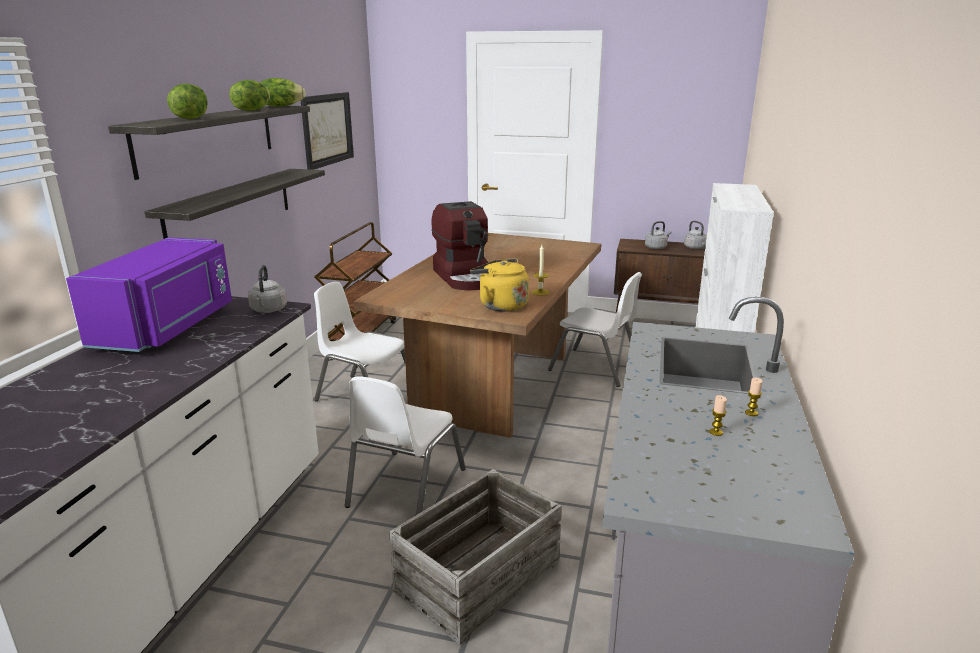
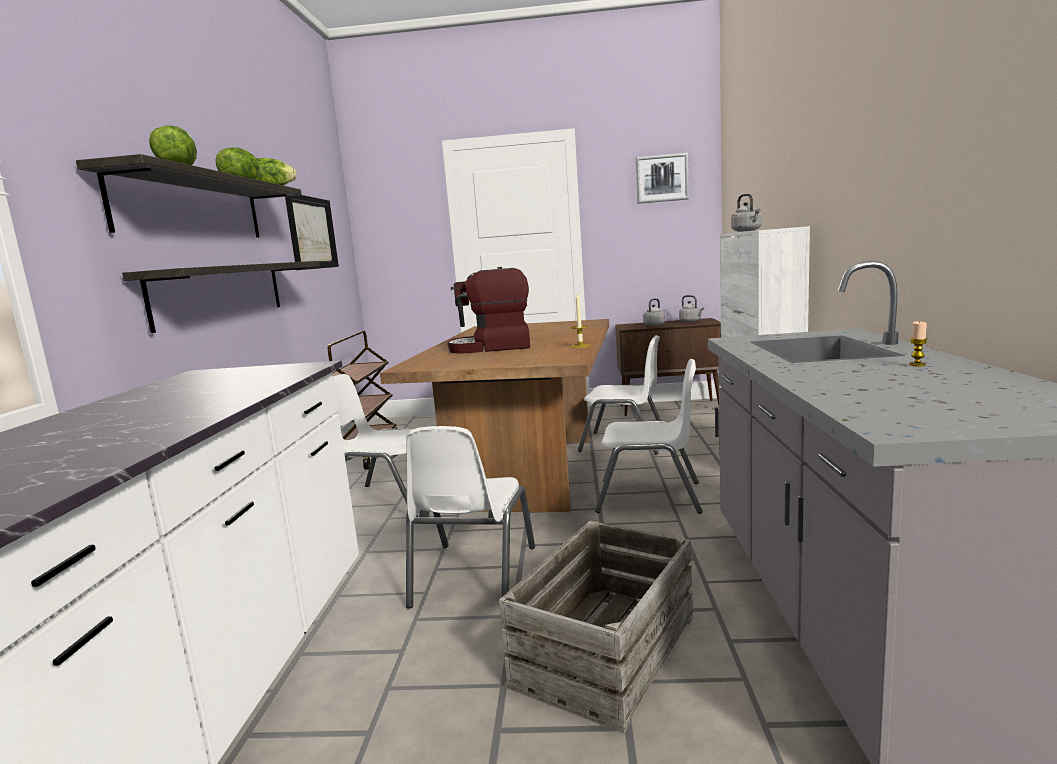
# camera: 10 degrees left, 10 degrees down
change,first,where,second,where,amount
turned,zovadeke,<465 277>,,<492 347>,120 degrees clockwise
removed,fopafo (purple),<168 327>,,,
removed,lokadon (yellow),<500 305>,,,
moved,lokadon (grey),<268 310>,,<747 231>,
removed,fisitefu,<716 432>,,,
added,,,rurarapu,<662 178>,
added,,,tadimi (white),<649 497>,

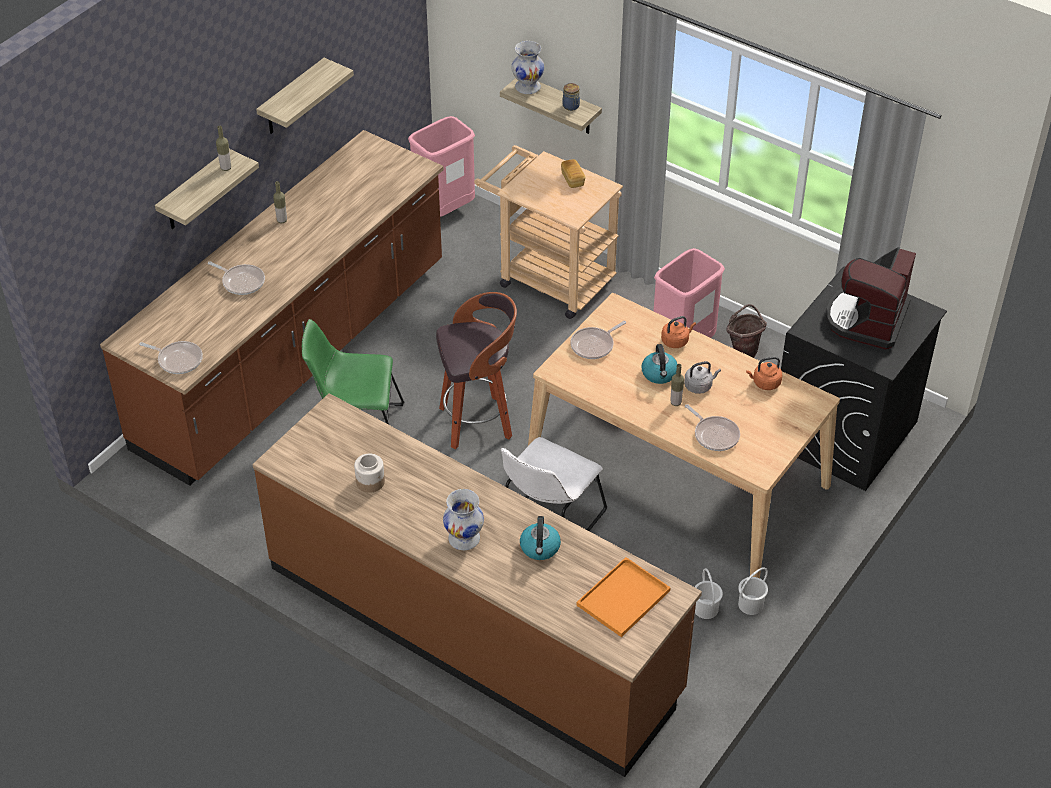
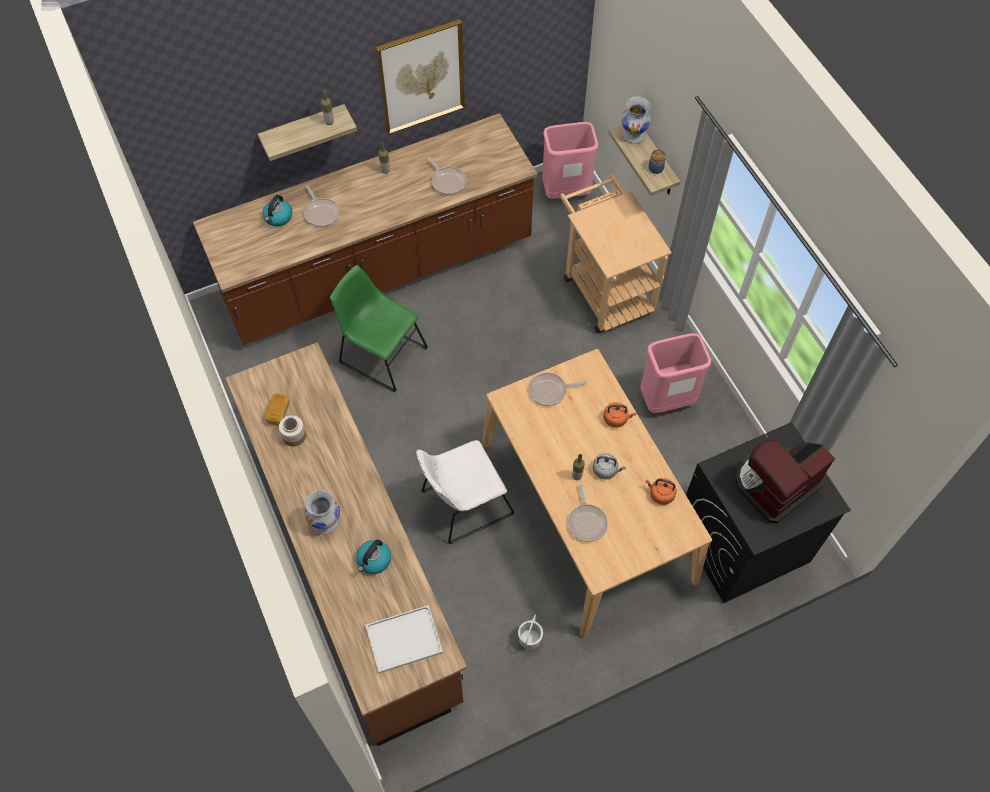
# camera: 30 degrees right, 15 degrees up
change,first,where,second,where,amount
replaced,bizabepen,<292 98>,rurarapu,<421 77>,
moved,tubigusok,<572 179>,,<278 413>,
removed,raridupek,<478 422>,,,
removed,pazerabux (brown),<744 351>,,,
moved,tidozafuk,<178 360>,,<447 181>,
moved,lokadon,<659 374>,,<278 217>,
recoloured,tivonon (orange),<623 599>,tivonon (white),<403 640>,
removed,pazerabux (white),<751 605>,,,

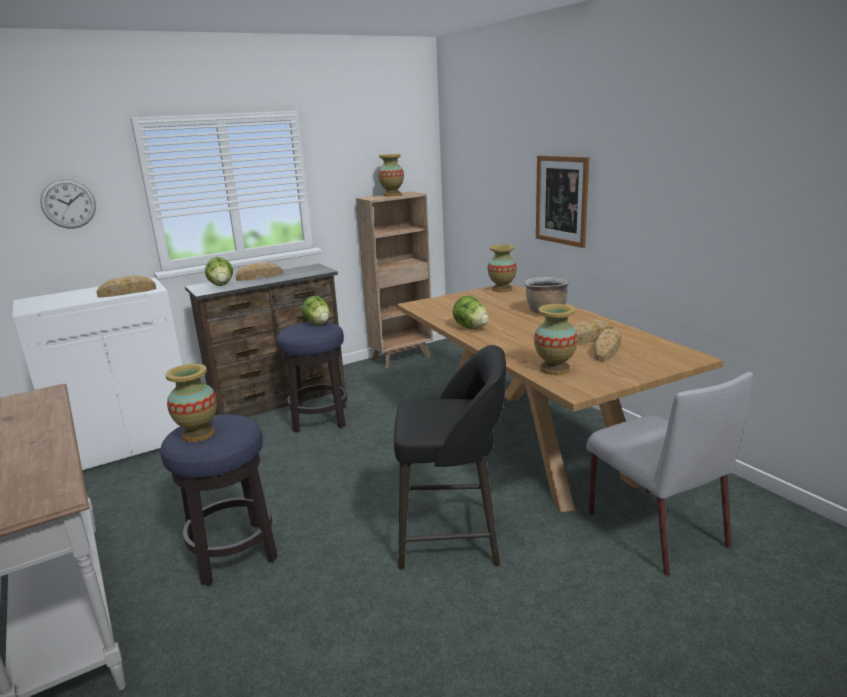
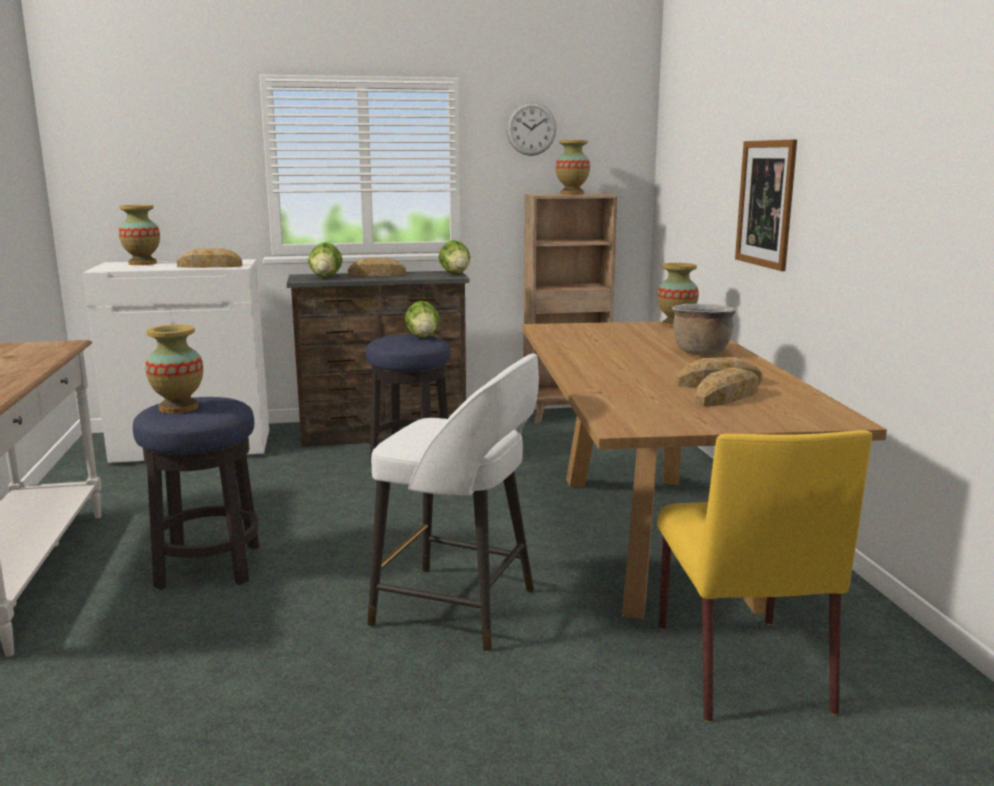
# camera: 20 degrees right, 5 degrees down
change,first,where,second,where,amount
moved,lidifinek,<68 203>,,<531 129>,
moved,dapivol,<471 327>,,<455 274>,
moved,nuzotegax,<554 369>,,<142 263>,
recoloured,raridupek (black),<452 536>,raridupek (white),<459 608>,
recoloured,tadimi (grey),<654 528>,tadimi (yellow),<739 665>,

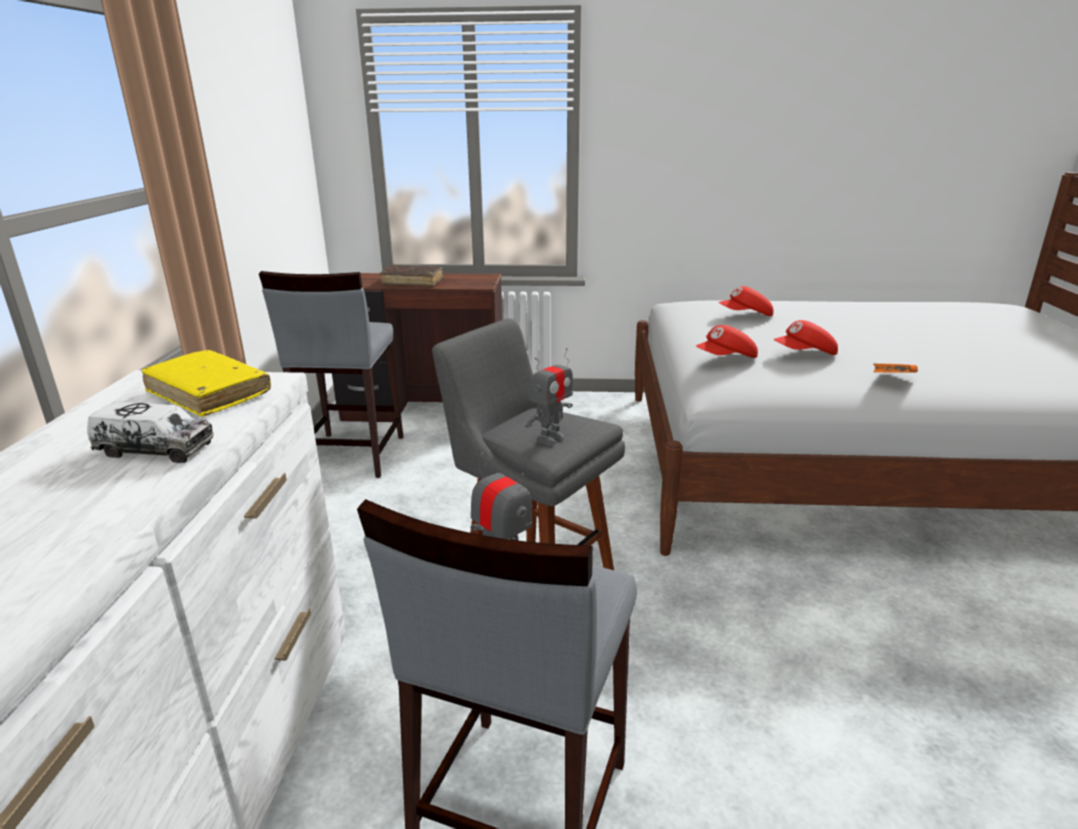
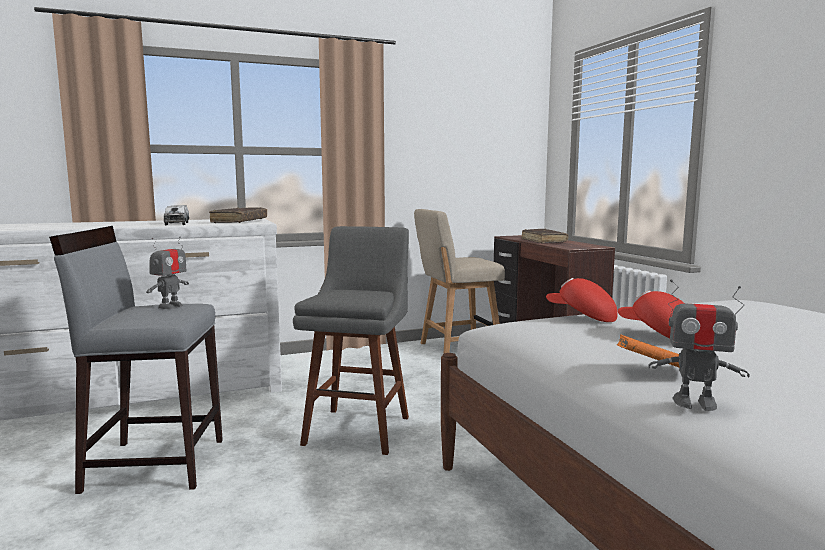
# camera: 65 degrees right, 15 degrees down
change,first,where,second,where,amount
replaced,raridupek (grey),<350 455>,tadimi (beige),<456 349>,
removed,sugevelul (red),<746 316>,,,
moved,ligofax,<550 438>,,<695 403>,
recoloured,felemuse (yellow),<209 393>,felemuse (brown),<239 221>,

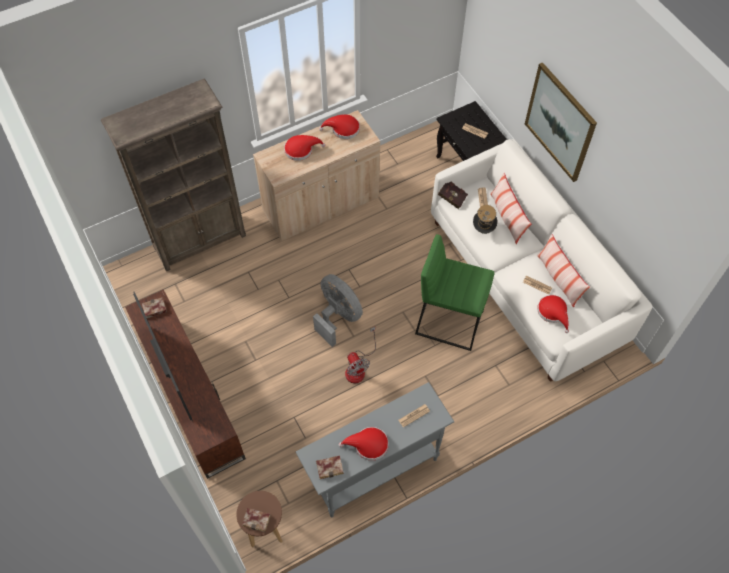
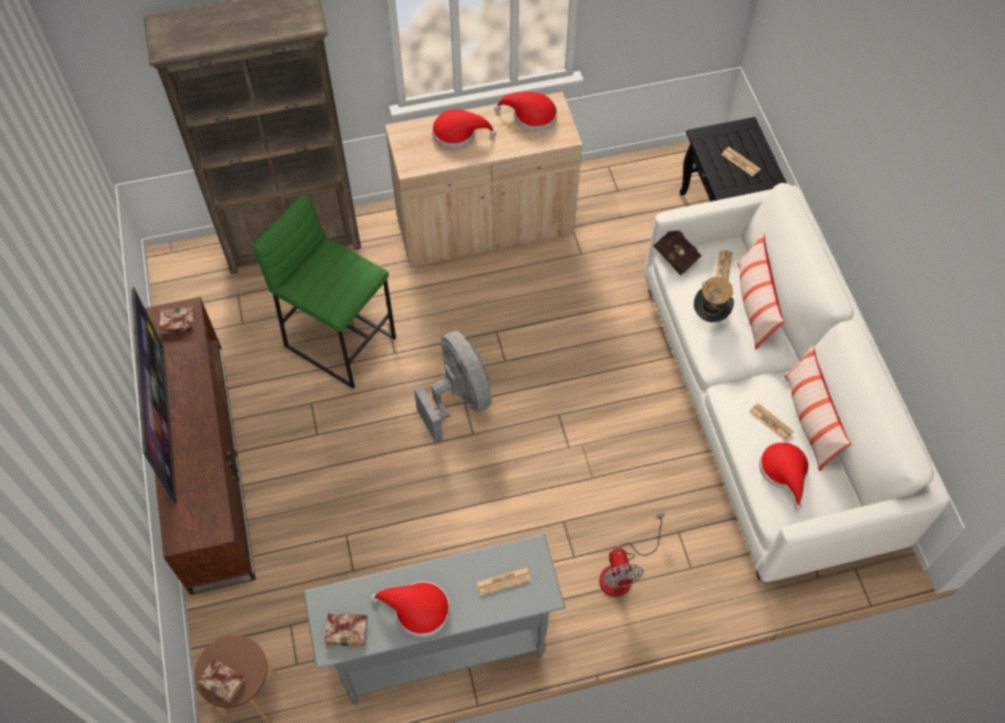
# camera: 15 degrees right, 0 degrees up
change,first,where,second,where,amount
removed,rurarapu,<560 122>,,,
moved,raridupek (green),<449 322>,,<341 341>,
moved,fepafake,<358 368>,,<622 572>,

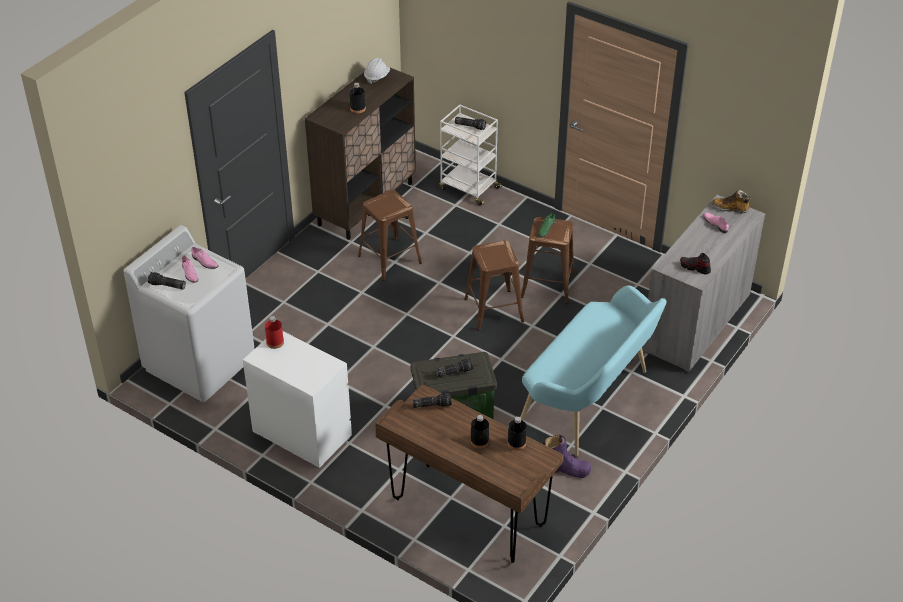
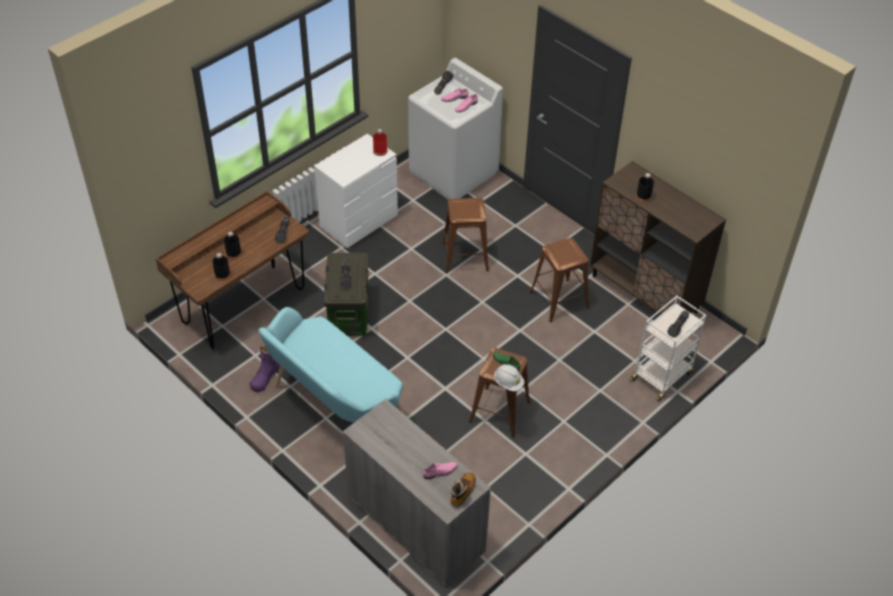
# camera: 100 degrees right, 5 degrees up
change,first,where,second,where,amount
moved,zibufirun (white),<376 77>,,<508 383>,
moved,raridupek (brown),<493 310>,,<465 256>,
removed,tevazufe,<695 268>,,,

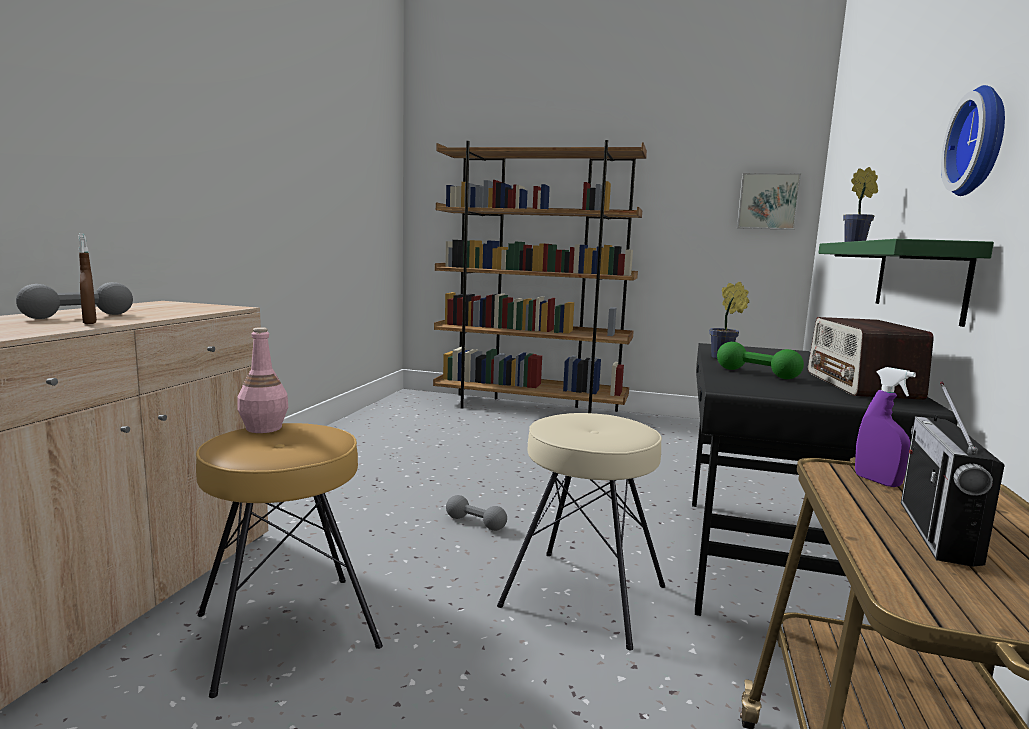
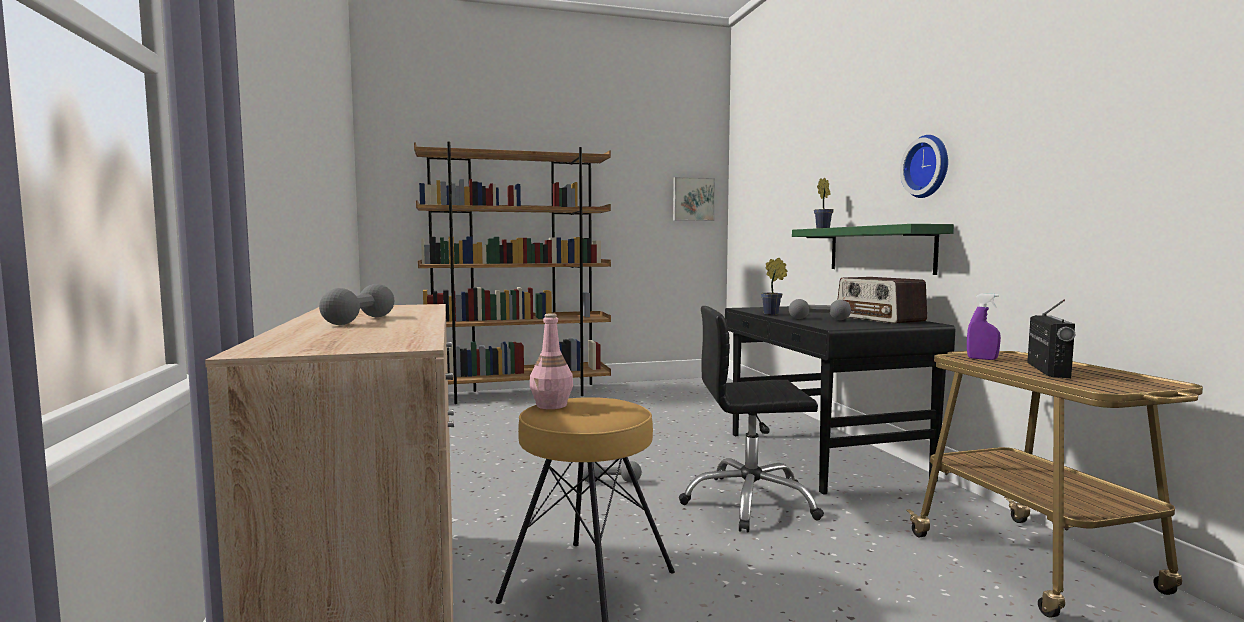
# camera: 30 degrees left, 5 degrees down
change,first,where,second,where,amount
removed,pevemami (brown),<90 323>,,,
recoloured,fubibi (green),<757 374>,fubibi (grey),<819 319>,
turned,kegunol,<937 532>,,<1048 370>,150 degrees counterclockwise
replaced,raridupek (beige),<584 595>,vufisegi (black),<750 503>,

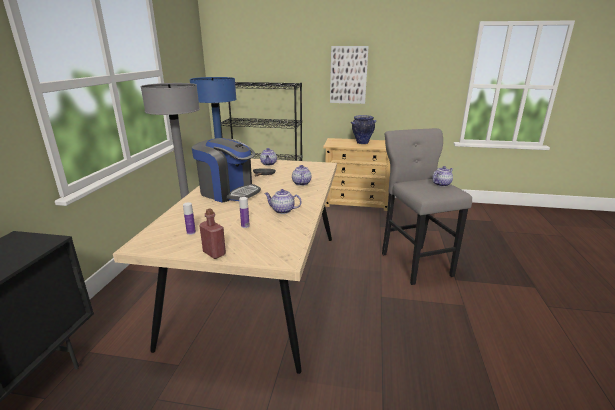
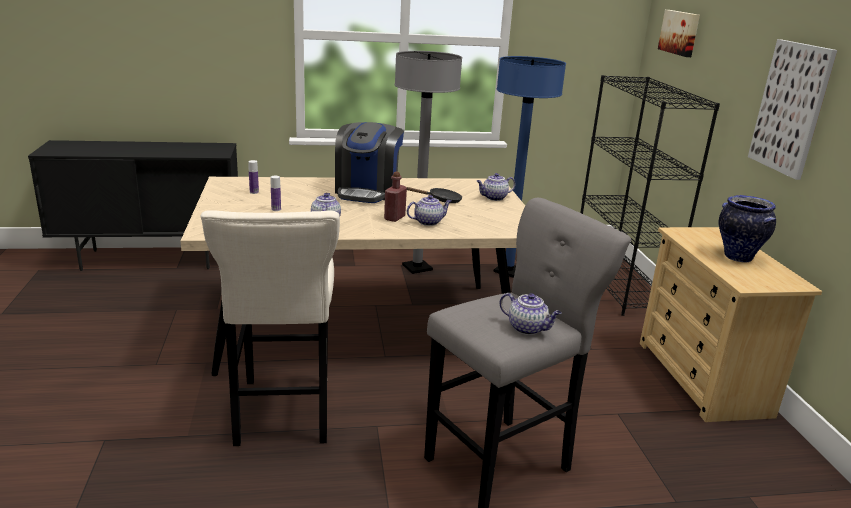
# camera: 70 degrees right, 0 degrees up
change,first,where,second,where,amount
moved,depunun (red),<214 253>,,<394 218>,
added,,,rurarapu,<680 32>,
added,,,raridupek (beige),<283 415>,

